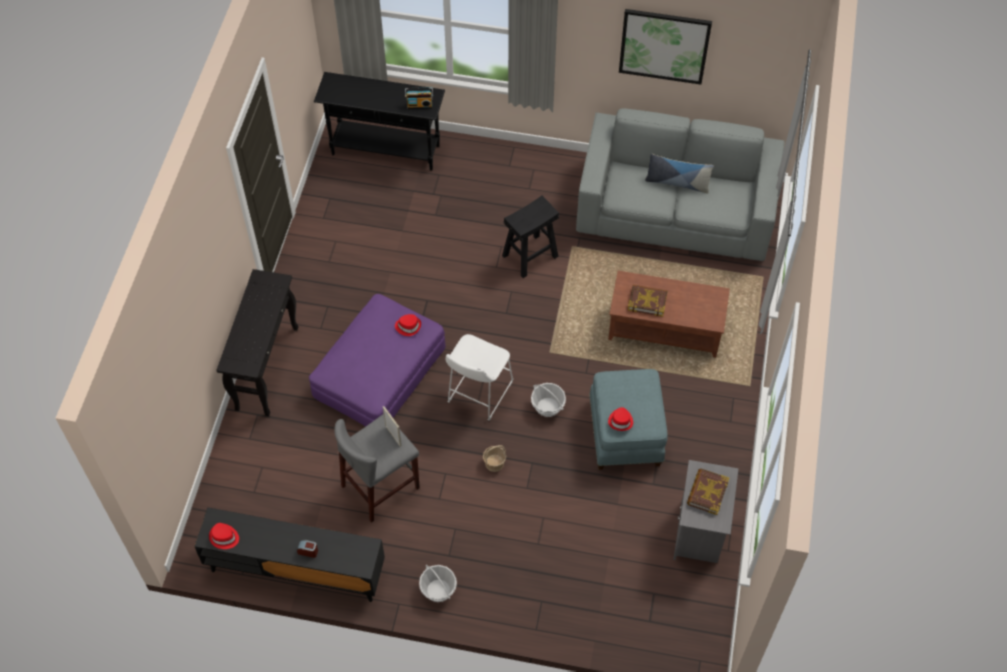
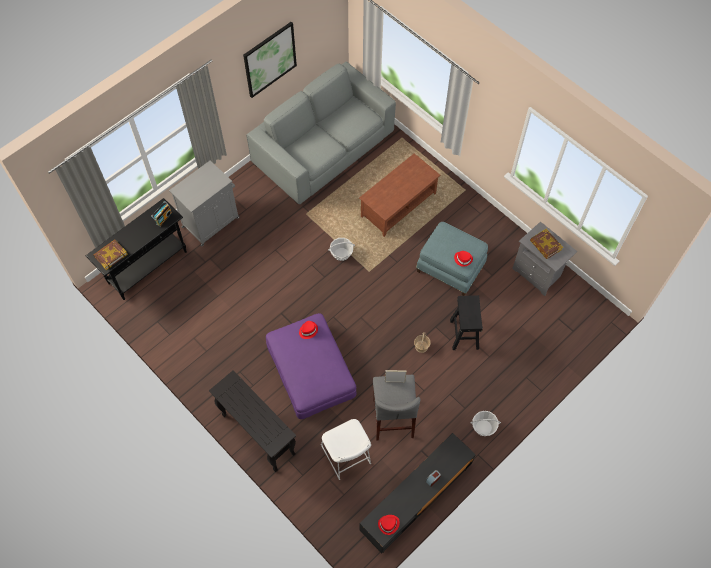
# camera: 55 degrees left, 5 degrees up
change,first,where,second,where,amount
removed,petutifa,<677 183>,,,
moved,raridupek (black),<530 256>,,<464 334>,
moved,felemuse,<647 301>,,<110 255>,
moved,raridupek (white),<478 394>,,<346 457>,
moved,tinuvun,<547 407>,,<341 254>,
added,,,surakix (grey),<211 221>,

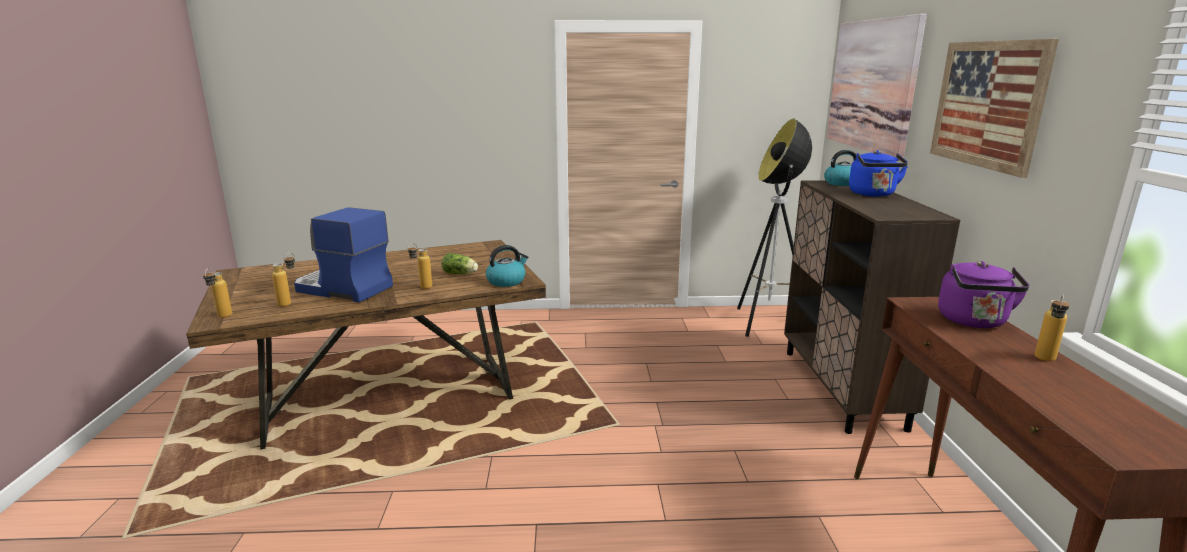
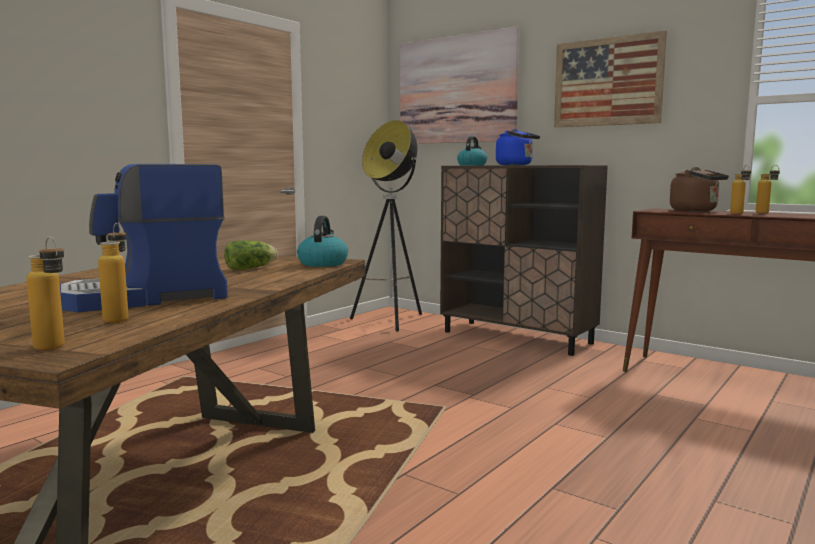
# camera: 50 degrees left, 10 degrees down
change,first,where,second,where,amount
moved,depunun,<421 288>,,<739 214>,
recoloured,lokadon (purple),<974 322>,lokadon (brown),<696 211>,

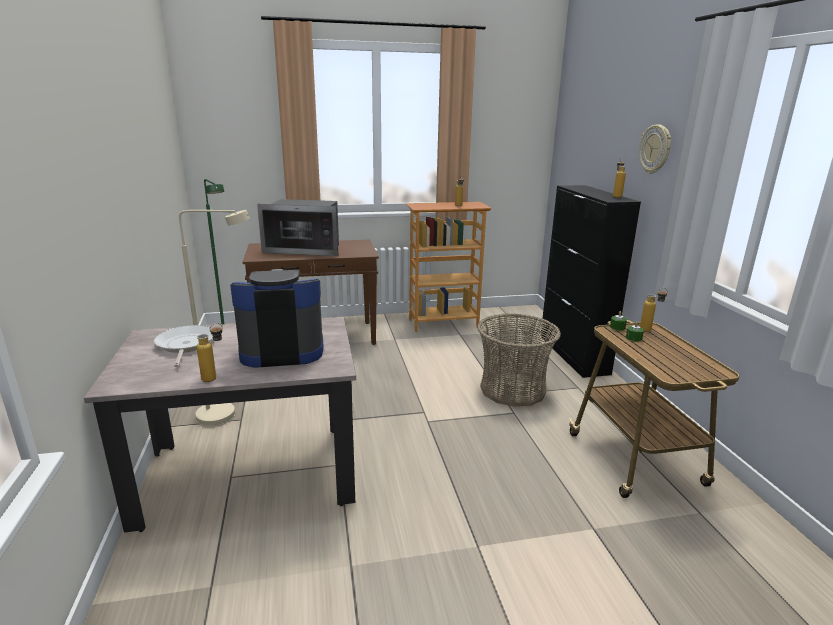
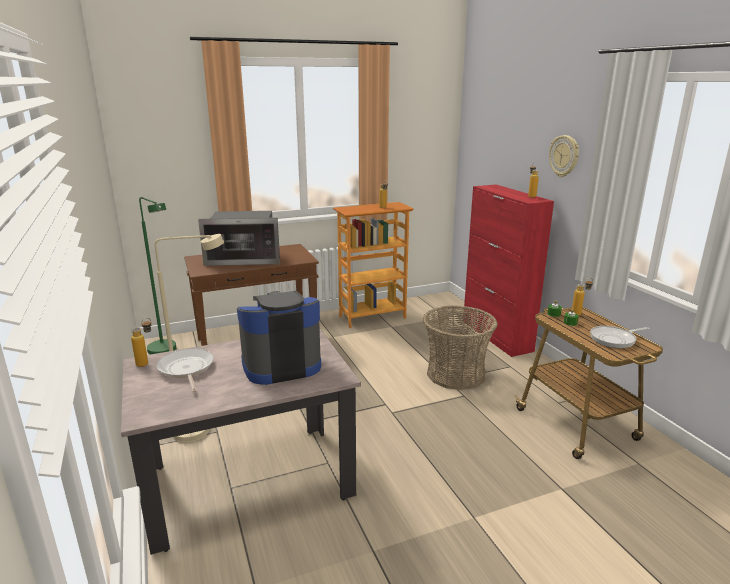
# camera: 10 degrees left, 0 degrees up
change,first,where,second,where,amount
recoloured,surakix (black),<573 354>,surakix (red),<496 336>,
moved,depunun,<215 377>,,<147 362>,
added,,,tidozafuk,<615 339>,

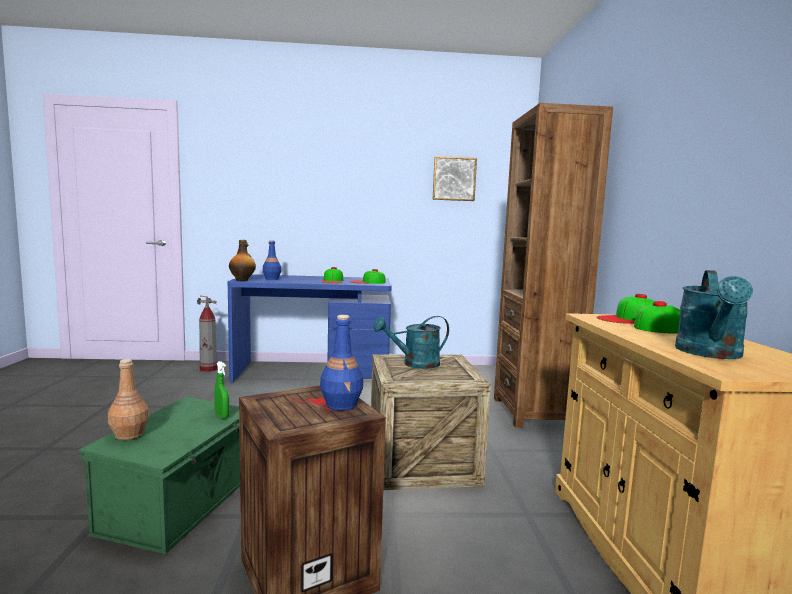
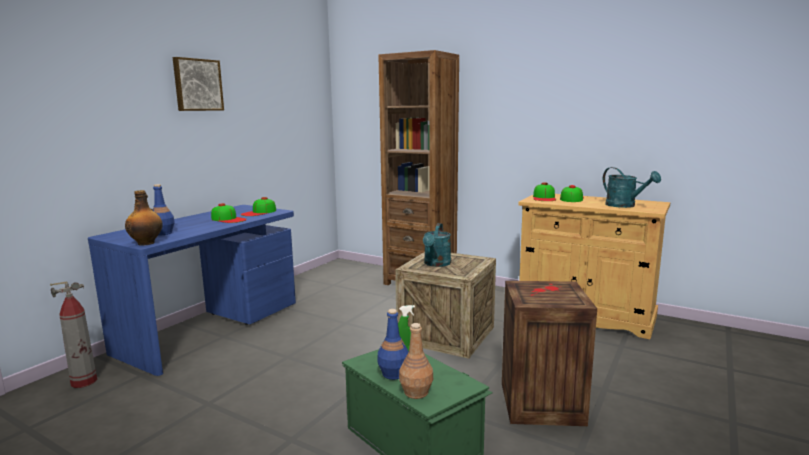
# camera: 55 degrees left, 5 degrees up
change,first,where,second,where,amount
moved,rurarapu,<454 179>,,<197 85>,
moved,depunun (blue),<342 405>,,<393 373>,

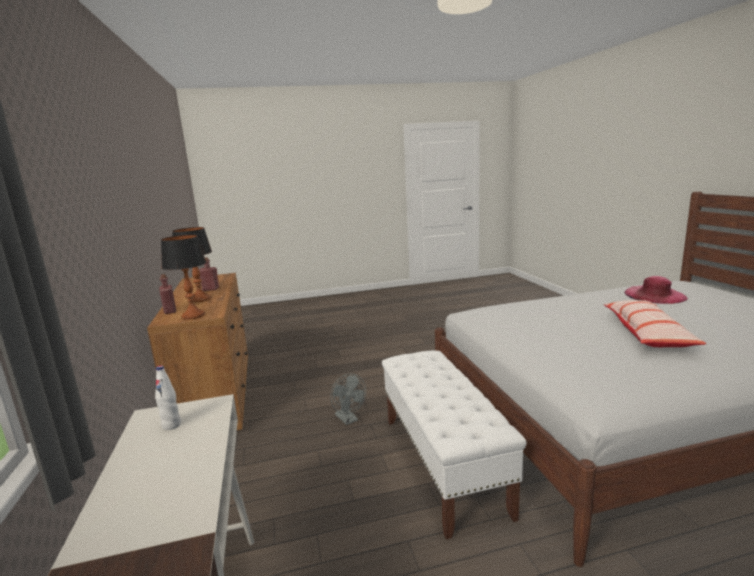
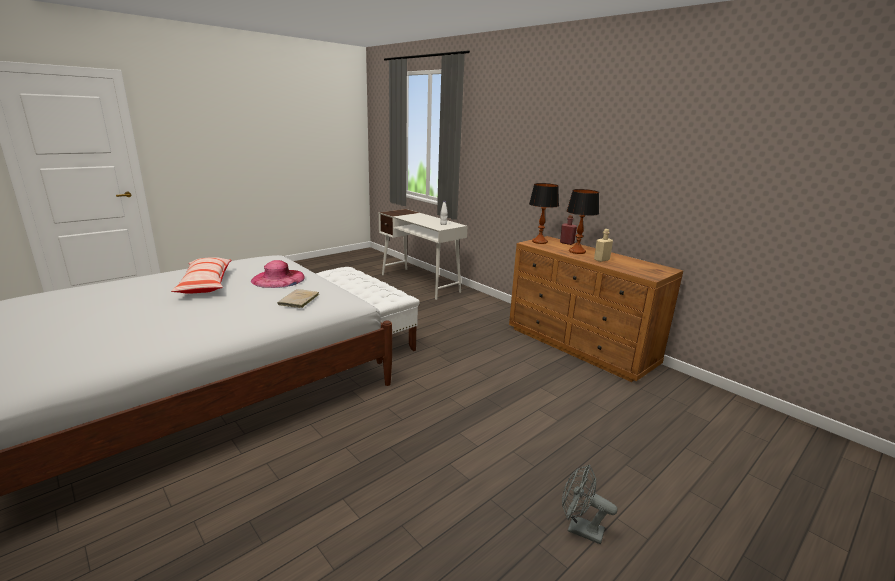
# camera: 150 degrees right, 5 degrees up
change,first,where,second,where,amount
recoloured,depunun (red),<210 289>,depunun (beige),<601 260>,
moved,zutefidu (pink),<655 295>,,<278 278>,
moved,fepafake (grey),<349 419>,,<579 529>,
added,,,felemuse (beige),<298 300>,

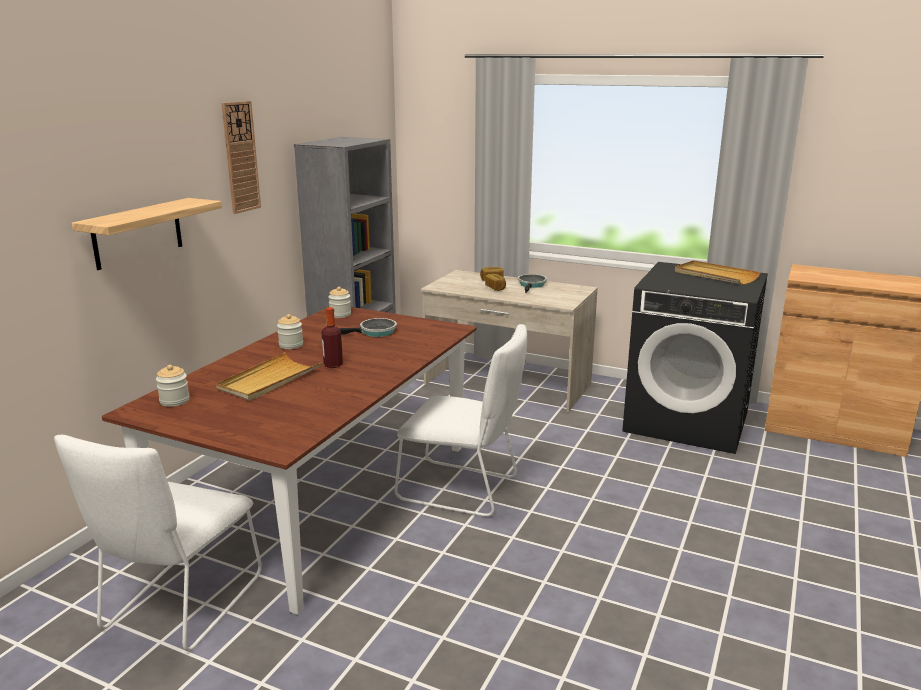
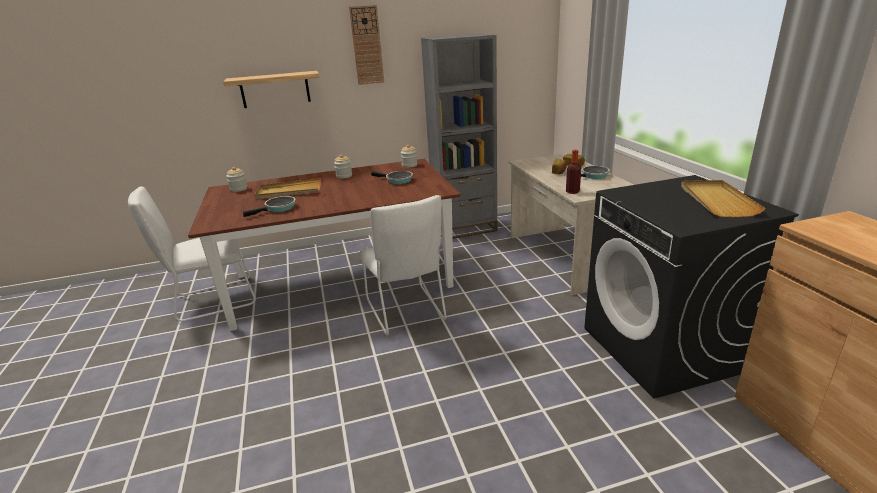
# camera: 50 degrees right, 5 degrees up
change,first,where,second,where,amount
moved,depunun,<333 365>,,<572 192>,
added,,,tidozafuk,<278 208>,

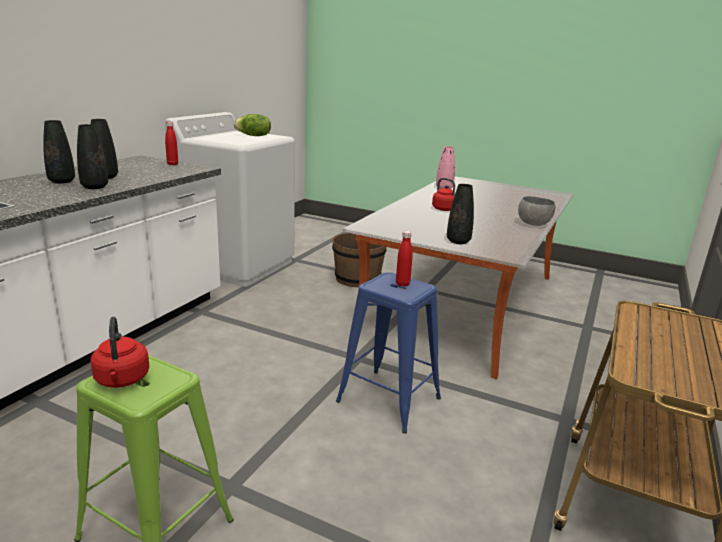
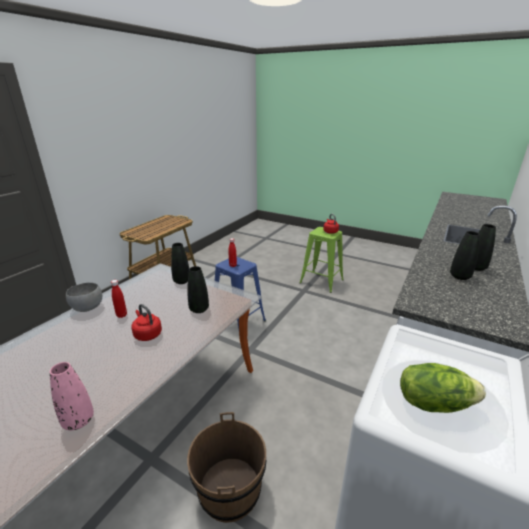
# camera: 175 degrees left, 5 degrees up
change,first,where,second,where,amount
moved,depunun (red),<172 164>,,<121 315>,
moved,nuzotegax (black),<94 187>,,<199 309>,

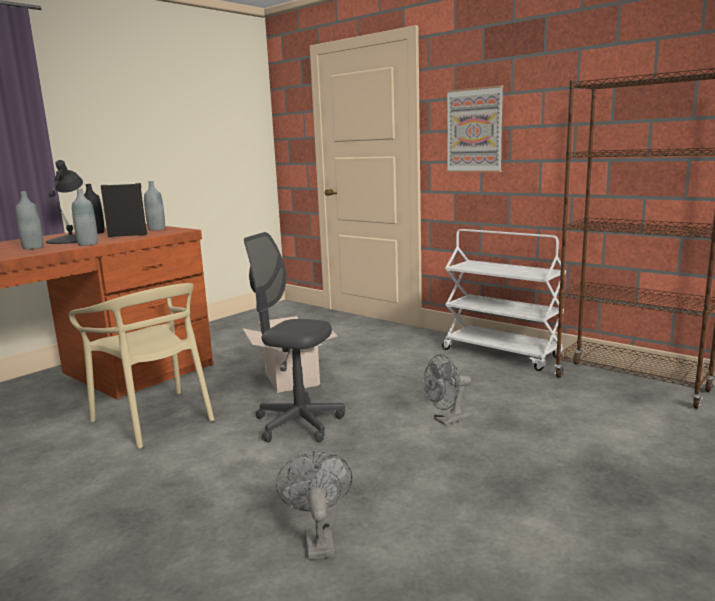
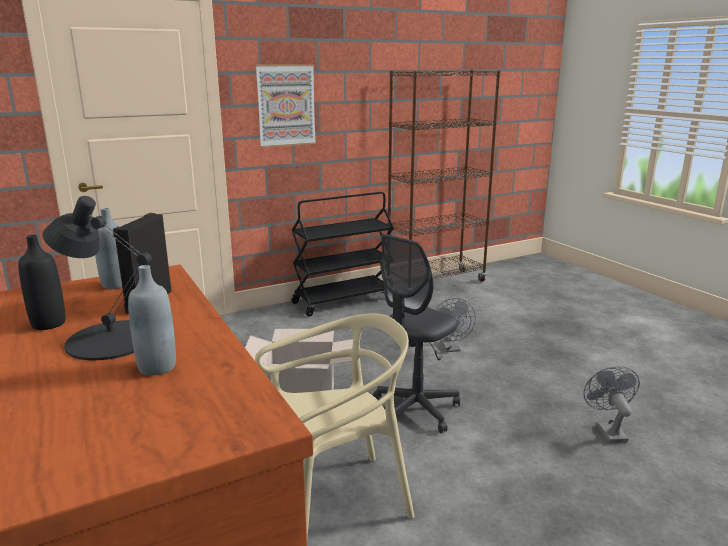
# camera: 70 degrees left, 5 degrees up
change,first,where,second,where,amount
removed,depunun (grey),<88 244>,,,
recoloured,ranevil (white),<502 353>,ranevil (black),<343 300>,
turned,fepafake (grey),<318 539>,,<607 430>,75 degrees clockwise

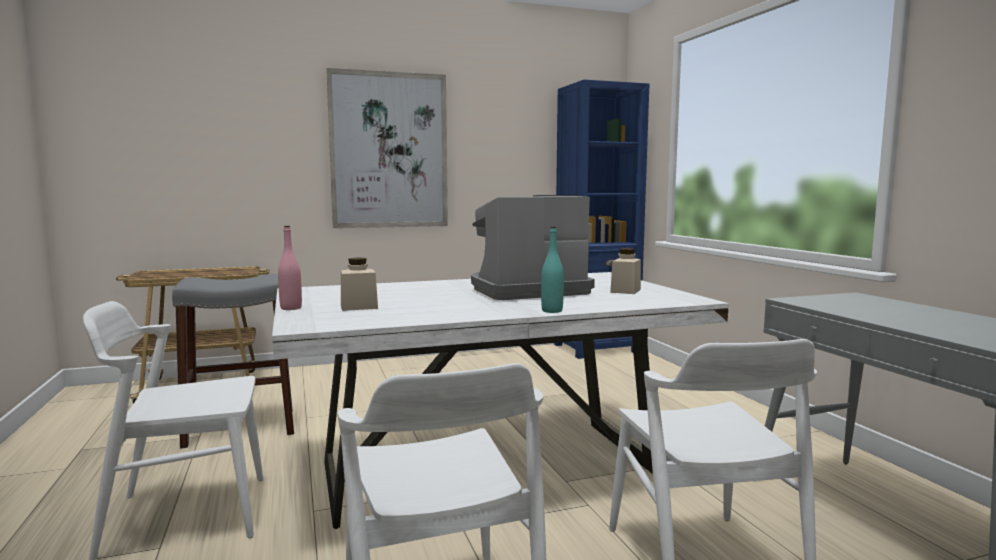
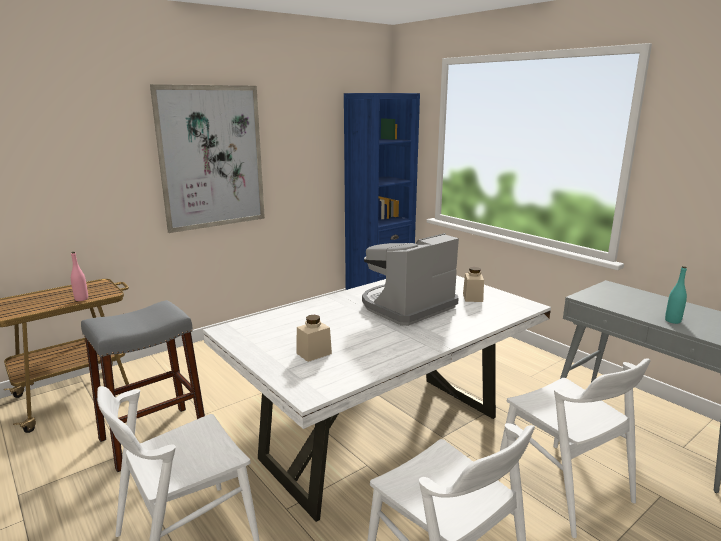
# camera: 20 degrees left, 10 degrees up
change,first,where,second,where,amount
moved,depunun (pink),<291 308>,,<81 299>,
moved,depunun (turquoise),<552 311>,,<672 321>,

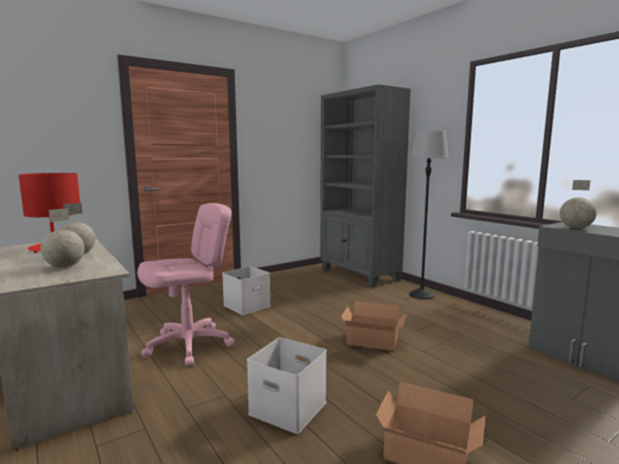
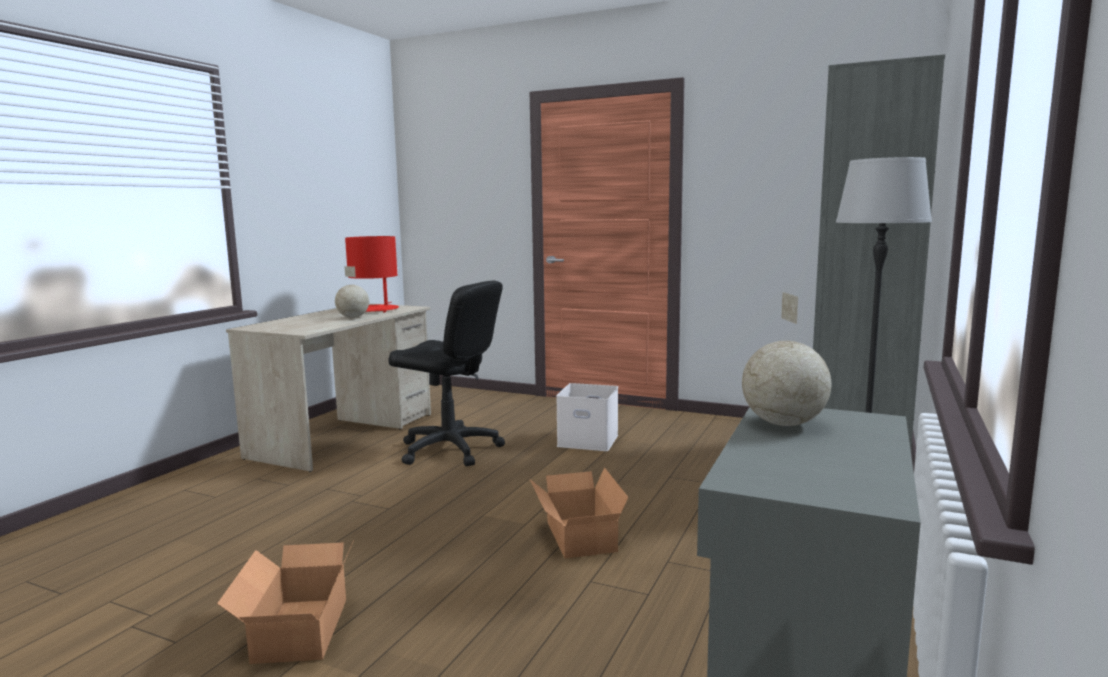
# camera: 60 degrees right, 0 degrees up
change,first,where,second,where,amount
recoloured,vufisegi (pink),<189 345>,vufisegi (black),<449 450>,
removed,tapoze,<65 267>,,,
removed,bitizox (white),<286 408>,,,

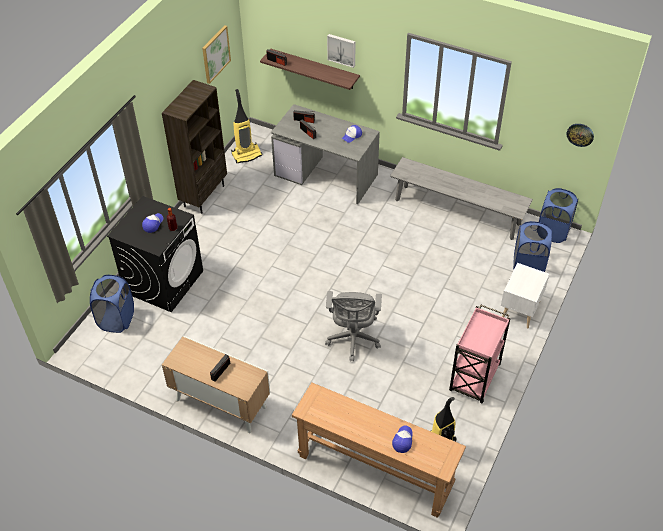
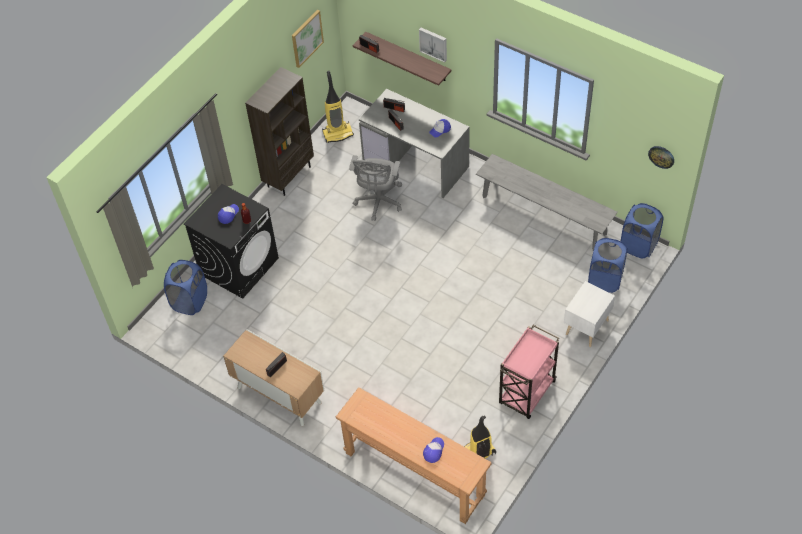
# camera: 10 degrees right, 5 degrees up
change,first,where,second,where,amount
moved,vufisegi (grey),<353 339>,,<378 202>,

